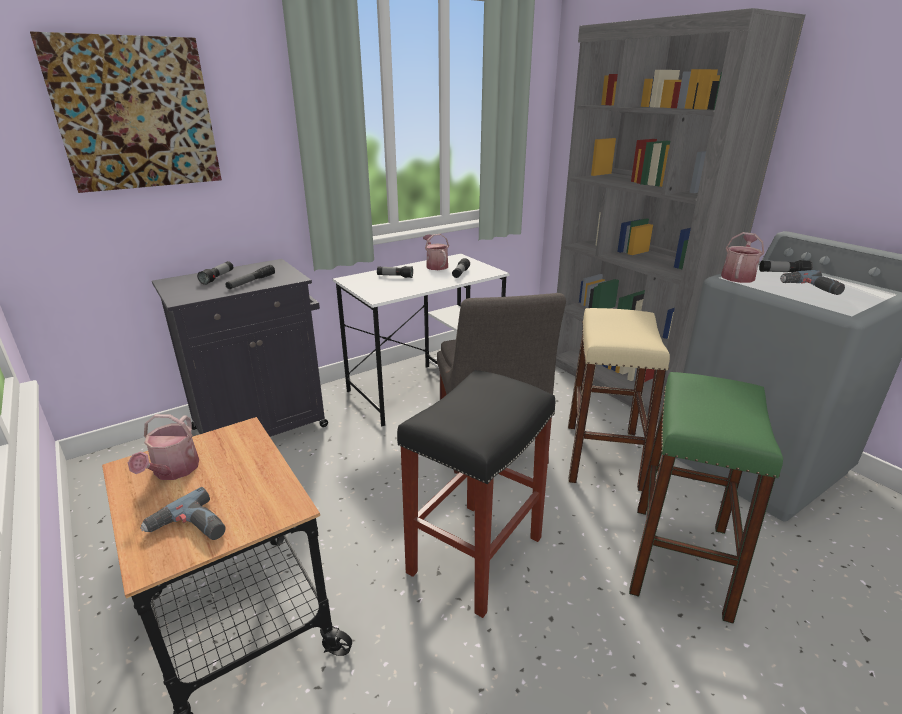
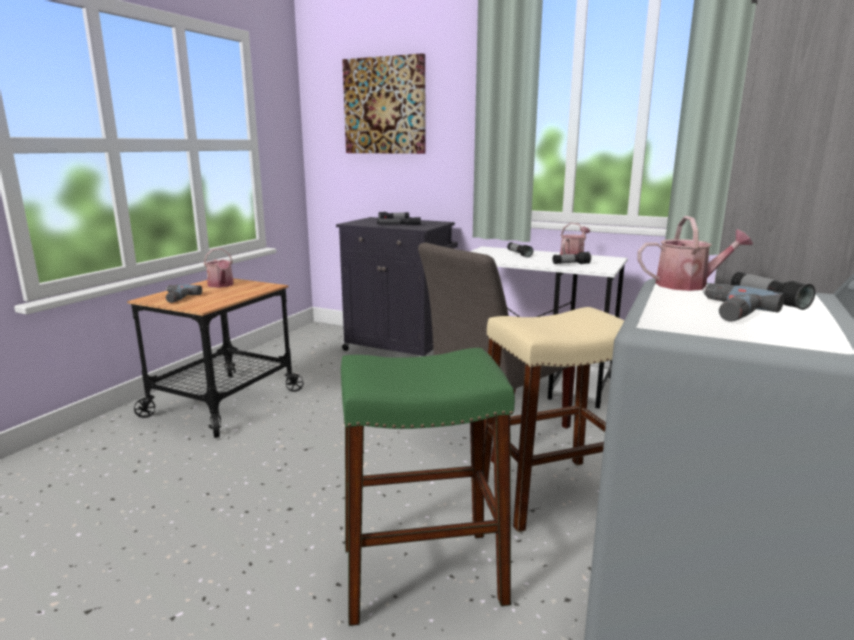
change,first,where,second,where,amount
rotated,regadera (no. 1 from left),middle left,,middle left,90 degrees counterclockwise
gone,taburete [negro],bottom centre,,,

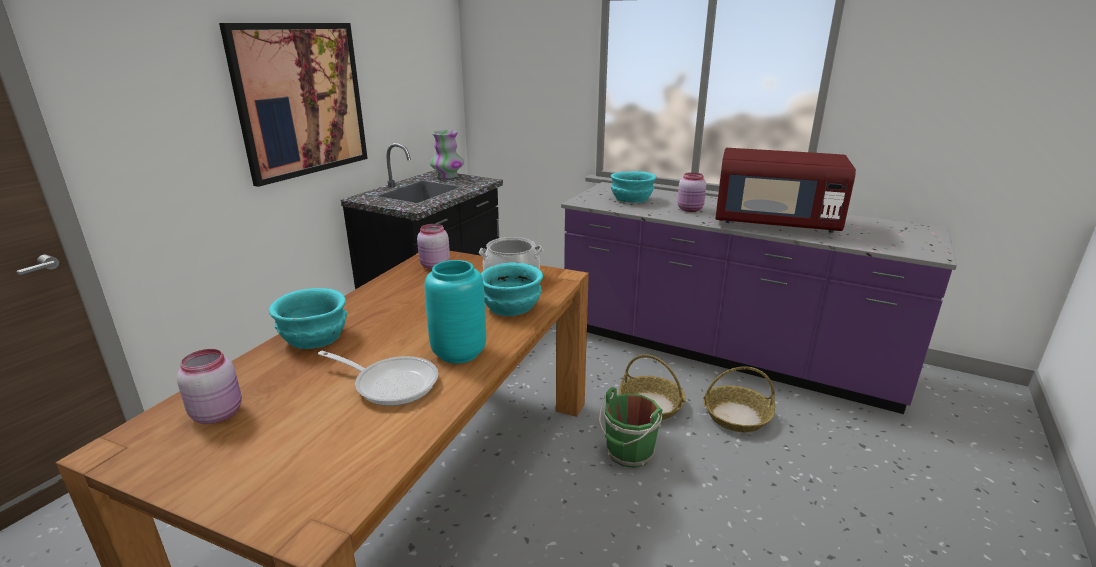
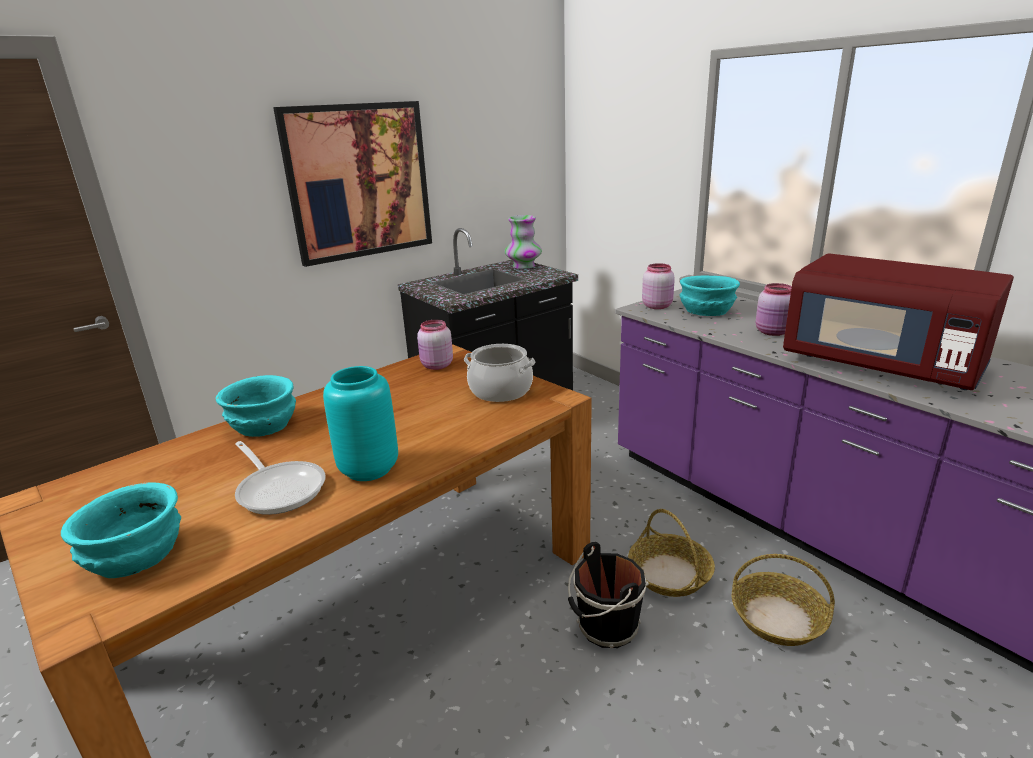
change,first,where,second,where,amount
shifted,tarro [rosa] (no. 1 from left in the first image),bottom left,tarro [rosa] (no. 2 from left),centre,
shifted,cuenco [turquesa] (no. 2 from left in the first image),centre,cuenco [turquesa] (no. 1 from left),bottom left,
repainted,cubo [verde],bottom centre,cubo [negro],bottom centre,

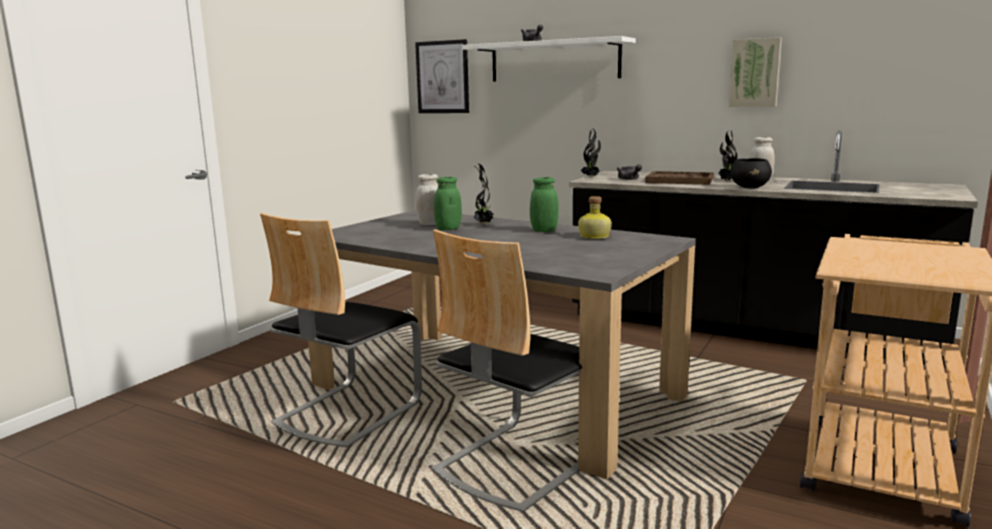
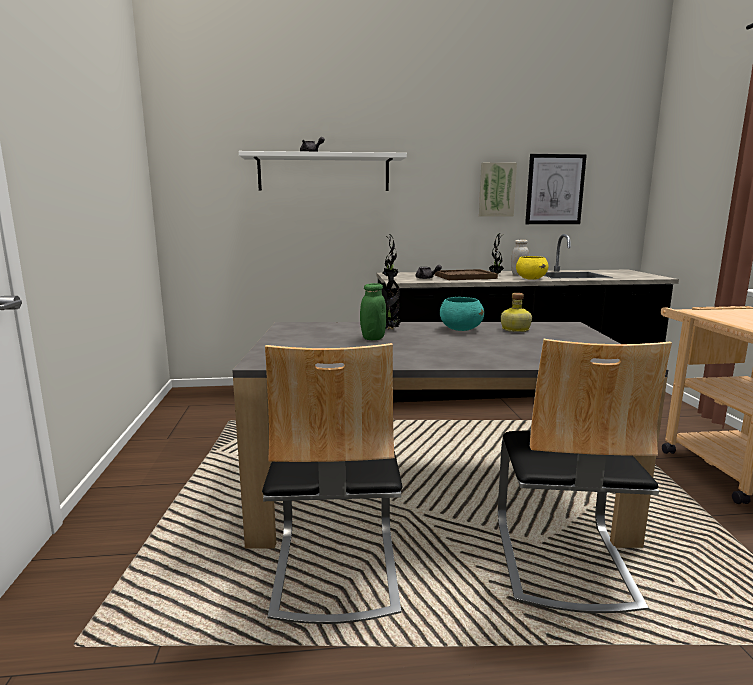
change,first,where,second,where,amount
shifted,cuadro (no. 1 from left in the first image),top centre,cuadro (no. 2 from left),top right,
gone,tarro [blanco] (no. 1 from left),centre,,,
swapped,tarro [verde] (no. 2 from left),centre,cuenco [turquesa],centre,
repainted,cuenco [negro],top right,cuenco [amarillo],middle right,

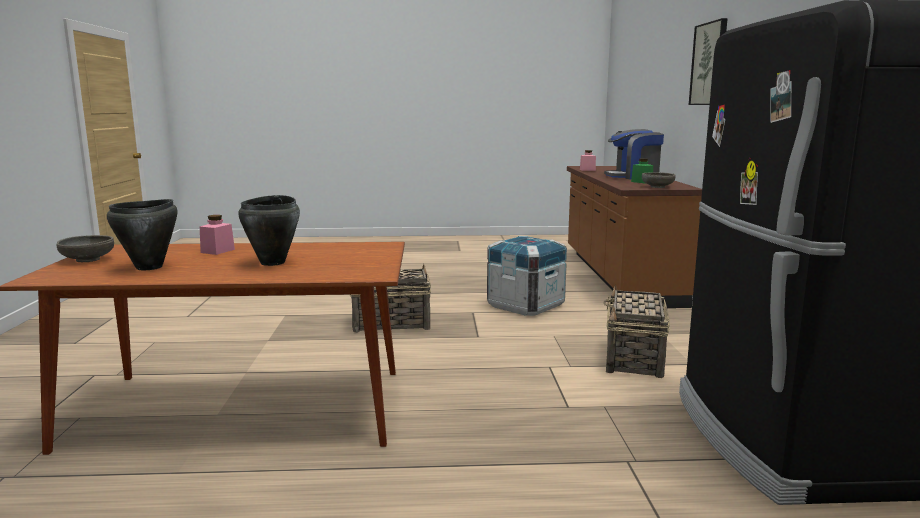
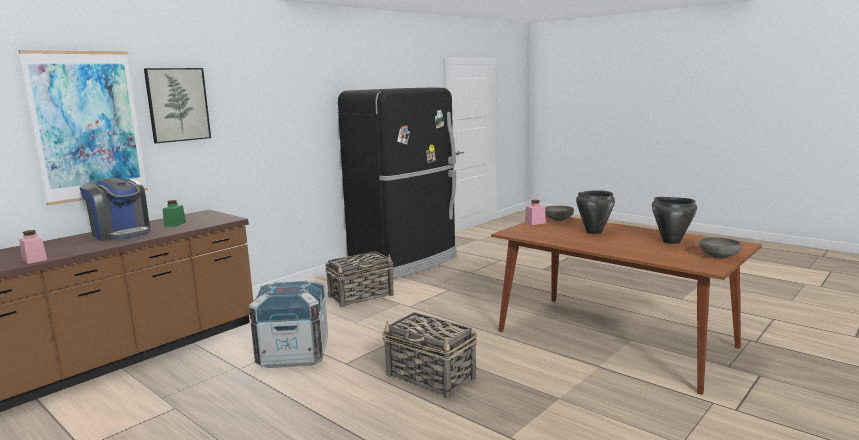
change,first,where,second,where,amount
shifted,tarro [rosa] (no. 1 from left in the first image),middle left,tarro [rosa] (no. 2 from left),centre,
shifted,cuenco [gris] (no. 2 from left in the first image),middle right,cuenco [gris] (no. 1 from left),centre,
new,,,cuadro (no. 1 from left),top left,

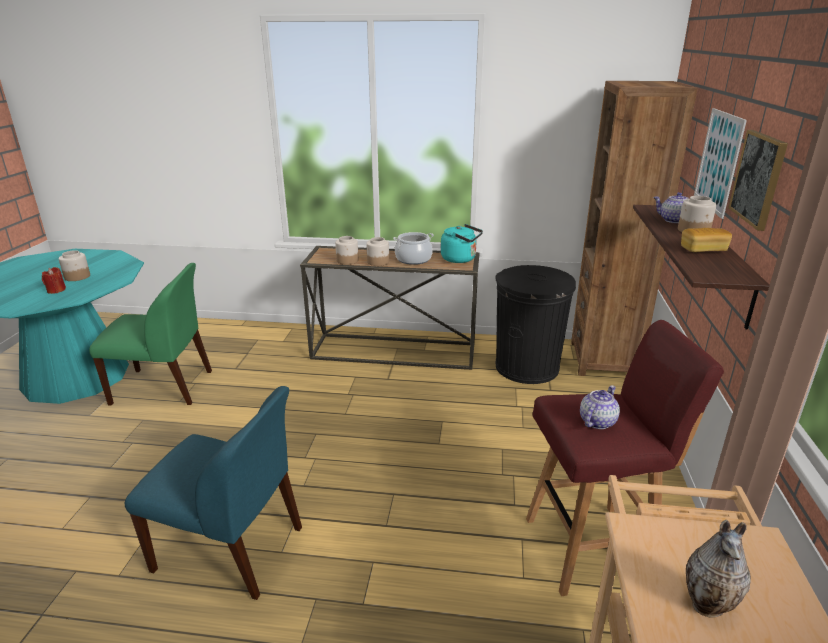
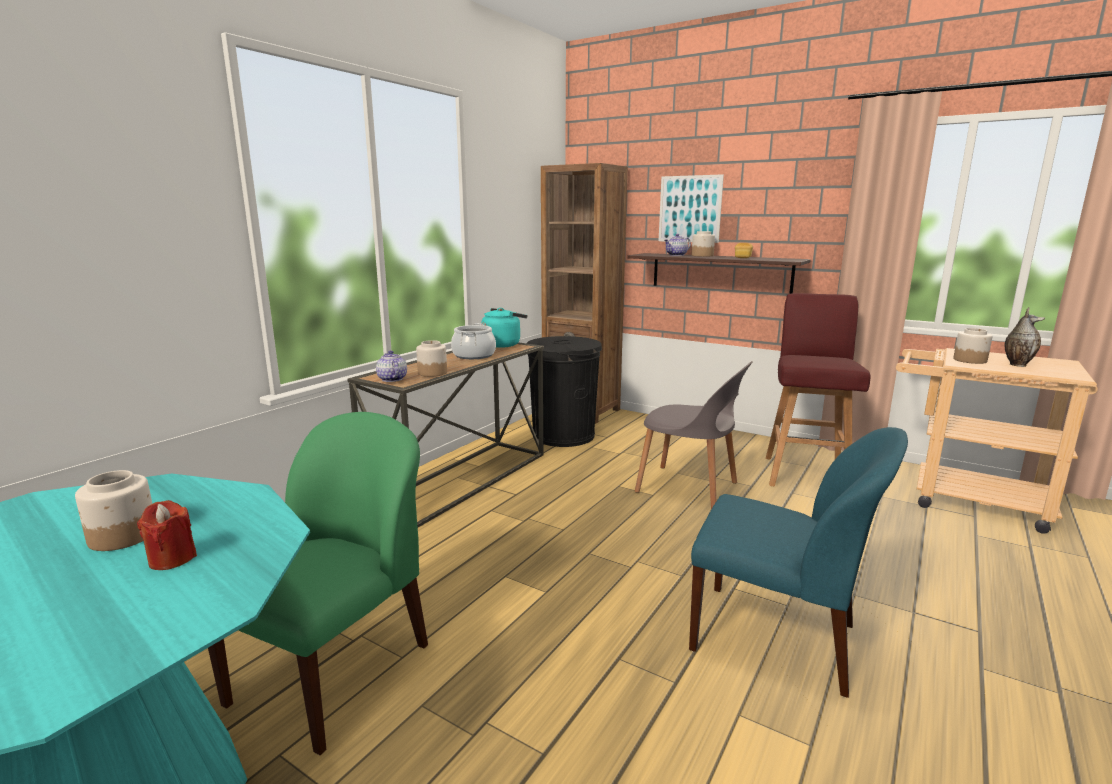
change,first,where,second,where,amount
rotated,silla [azul],bottom left,,bottom right,75 degrees clockwise
shifted,tarro (no. 3 from left in the first image),centre,tarro (no. 4 from left),middle right,
shifted,tetera (no. 1 from left),middle right,,centre,
gone,cuadro (no. 2 from left),top right,,,
new,,,silla [gris],centre,

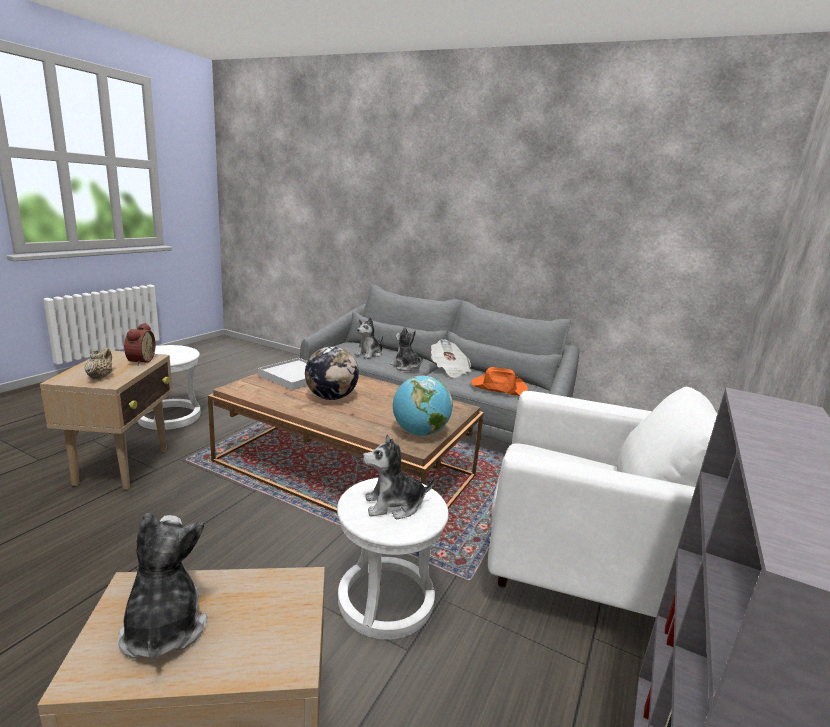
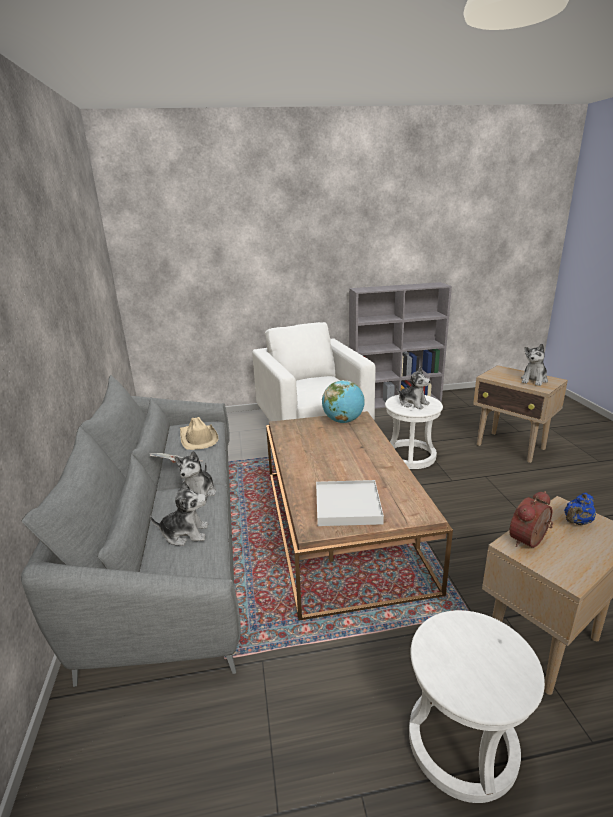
change,first,where,second,where,amount
repainted,tetera [beis],middle left,tetera [azul],middle right,
gone,globo terráqueo (no. 1 from left),centre,,,
repainted,sombrero [naranja],centre,sombrero [beis],middle left,

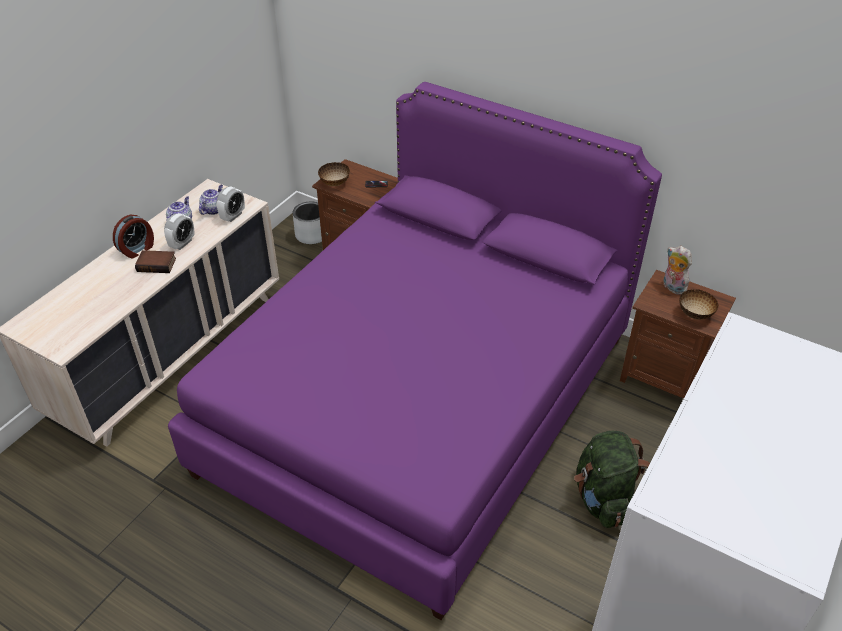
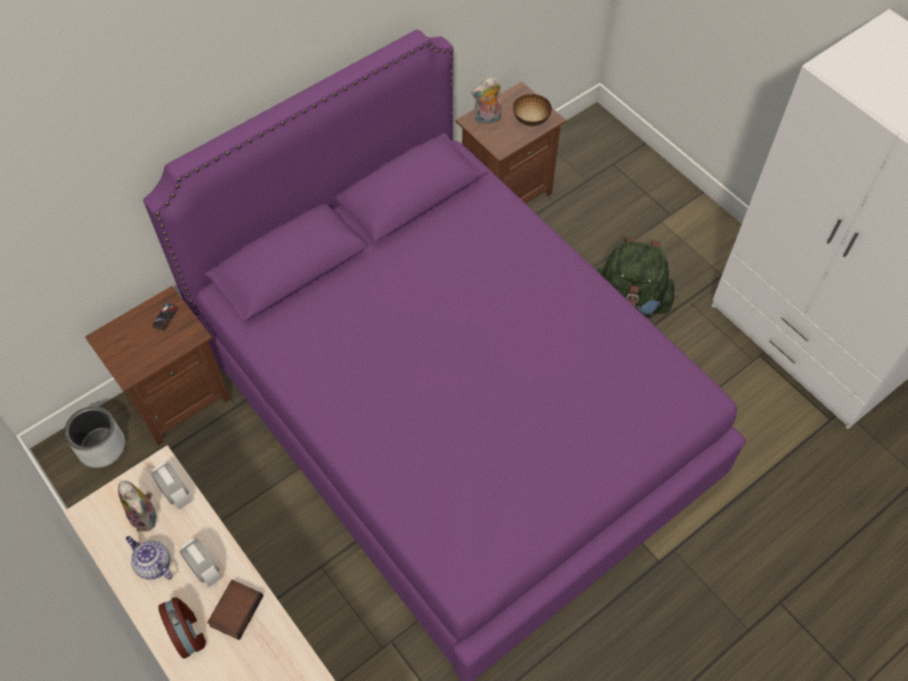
change,first,where,second,where,amount
swapped,tetera (no. 2 from left),top left,peluche (no. 1 from left),bottom left,
gone,cuenco (no. 1 from left),top centre,,,

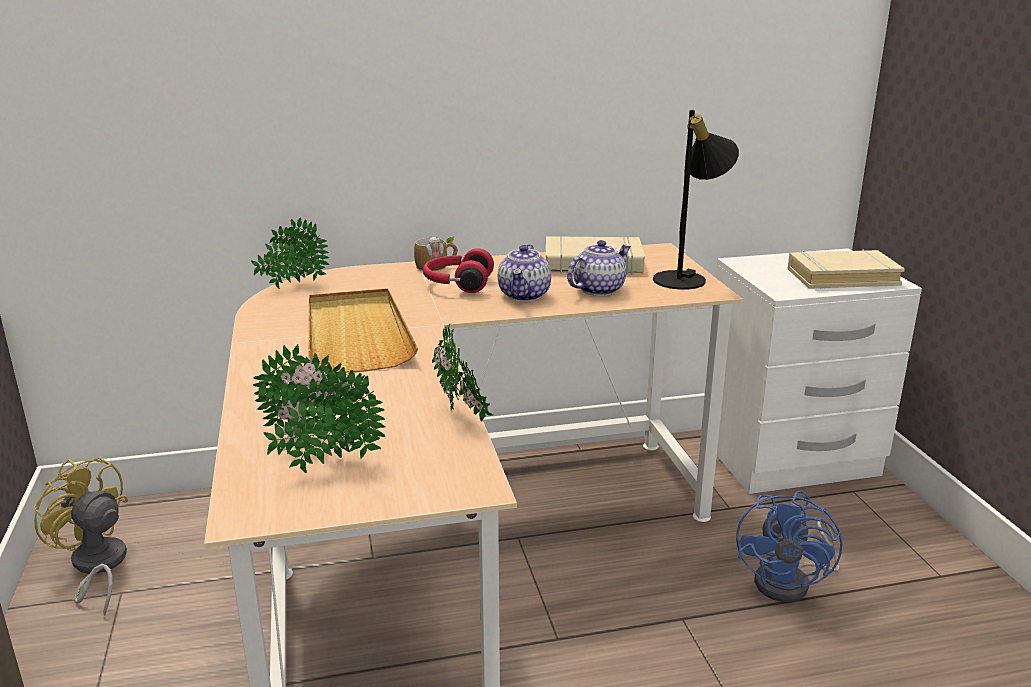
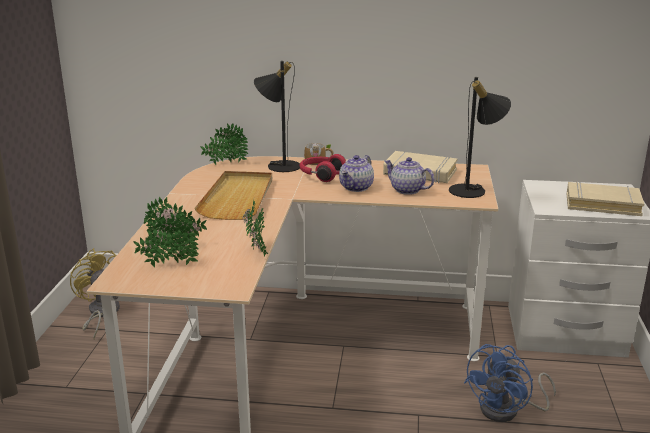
change,first,where,second,where,amount
rotated,tetera (no. 2 from left),centre,,centre,120 degrees counterclockwise
new,,,lámpara de mesa [negro] (no. 1 from left),top centre,

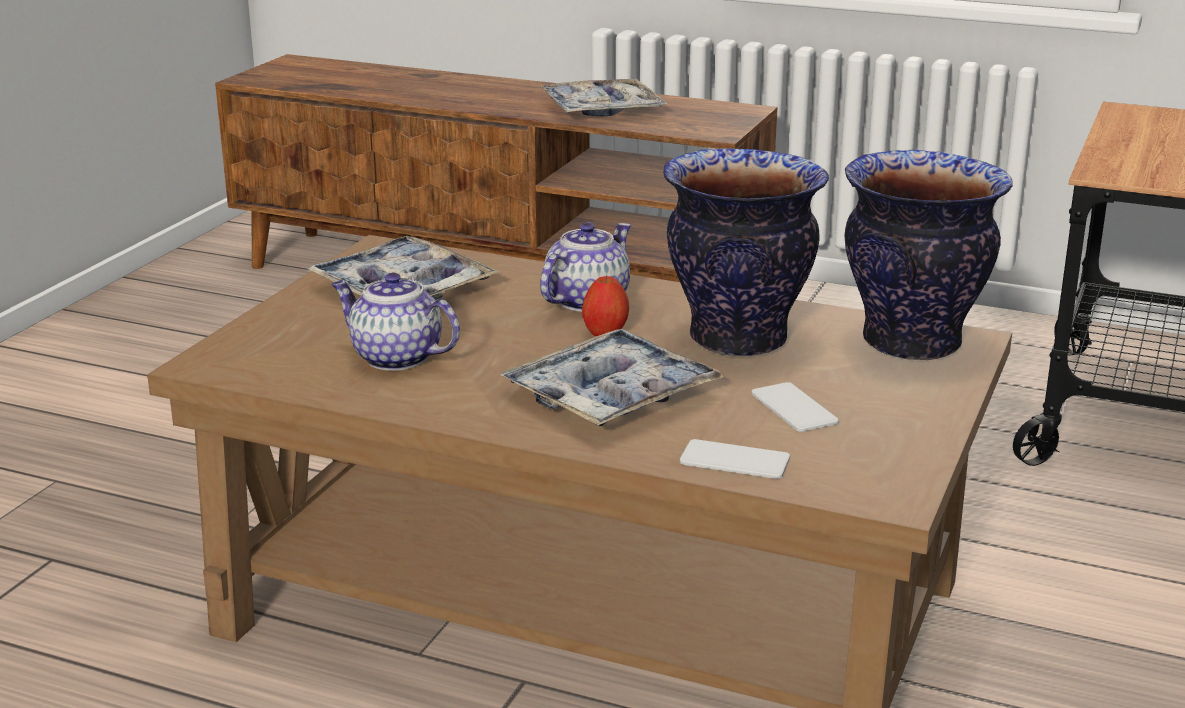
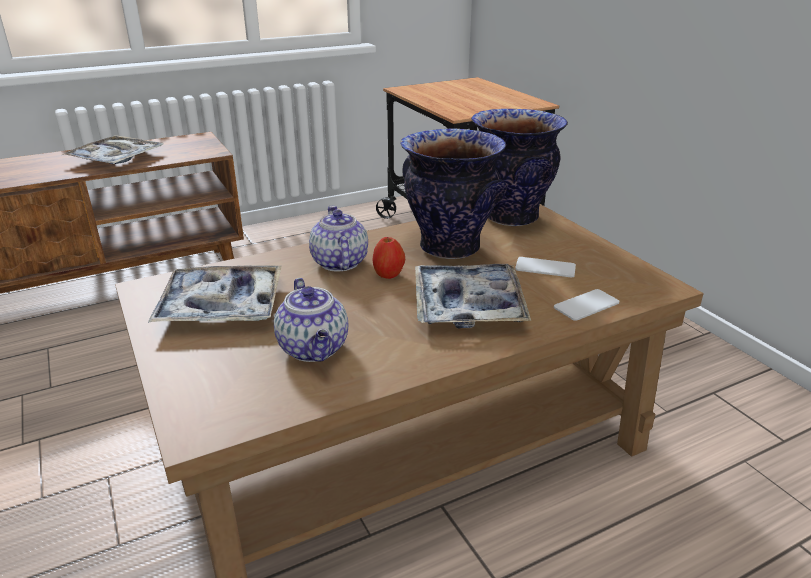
change,first,where,second,where,amount
rotated,tetera (no. 1 from left),centre,,centre,90 degrees counterclockwise

